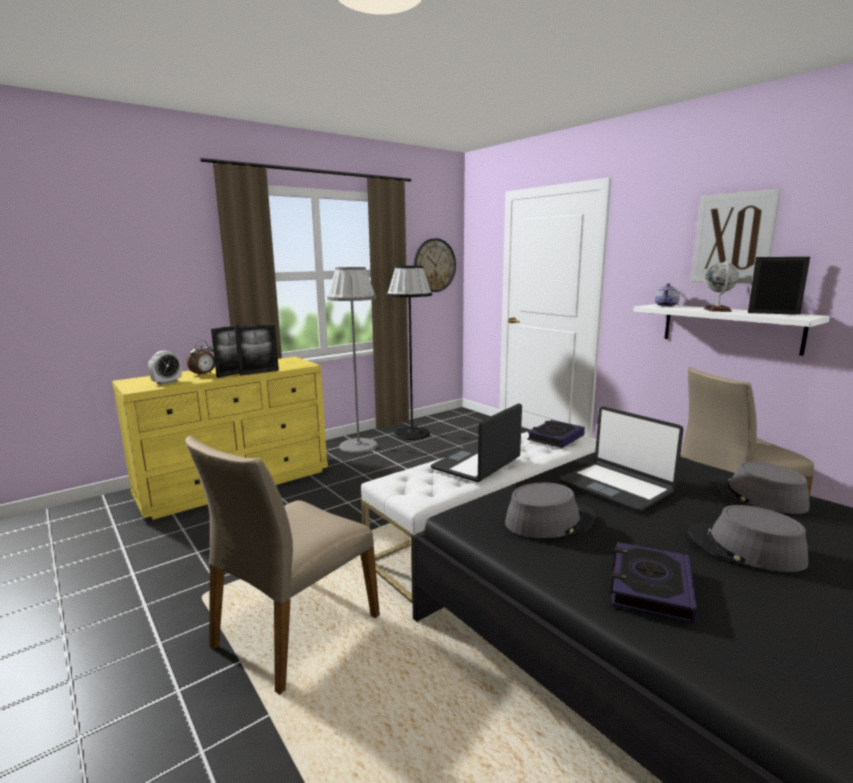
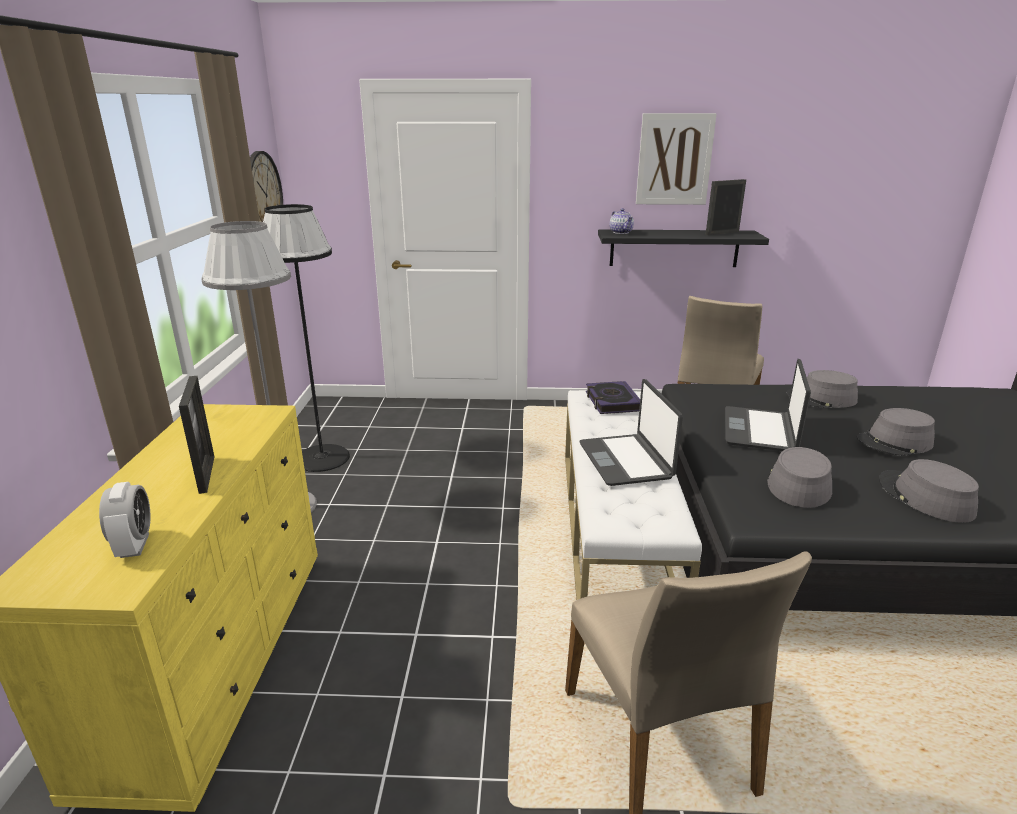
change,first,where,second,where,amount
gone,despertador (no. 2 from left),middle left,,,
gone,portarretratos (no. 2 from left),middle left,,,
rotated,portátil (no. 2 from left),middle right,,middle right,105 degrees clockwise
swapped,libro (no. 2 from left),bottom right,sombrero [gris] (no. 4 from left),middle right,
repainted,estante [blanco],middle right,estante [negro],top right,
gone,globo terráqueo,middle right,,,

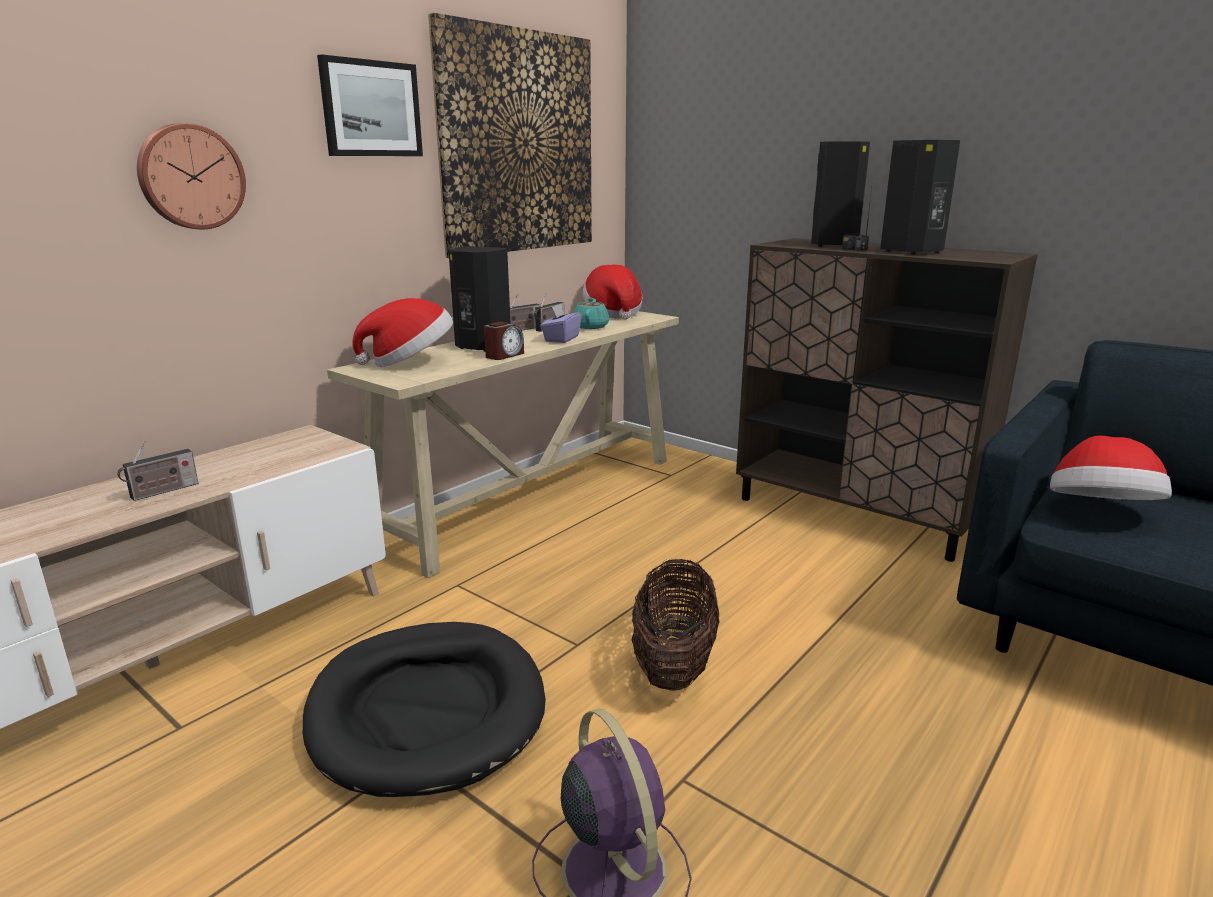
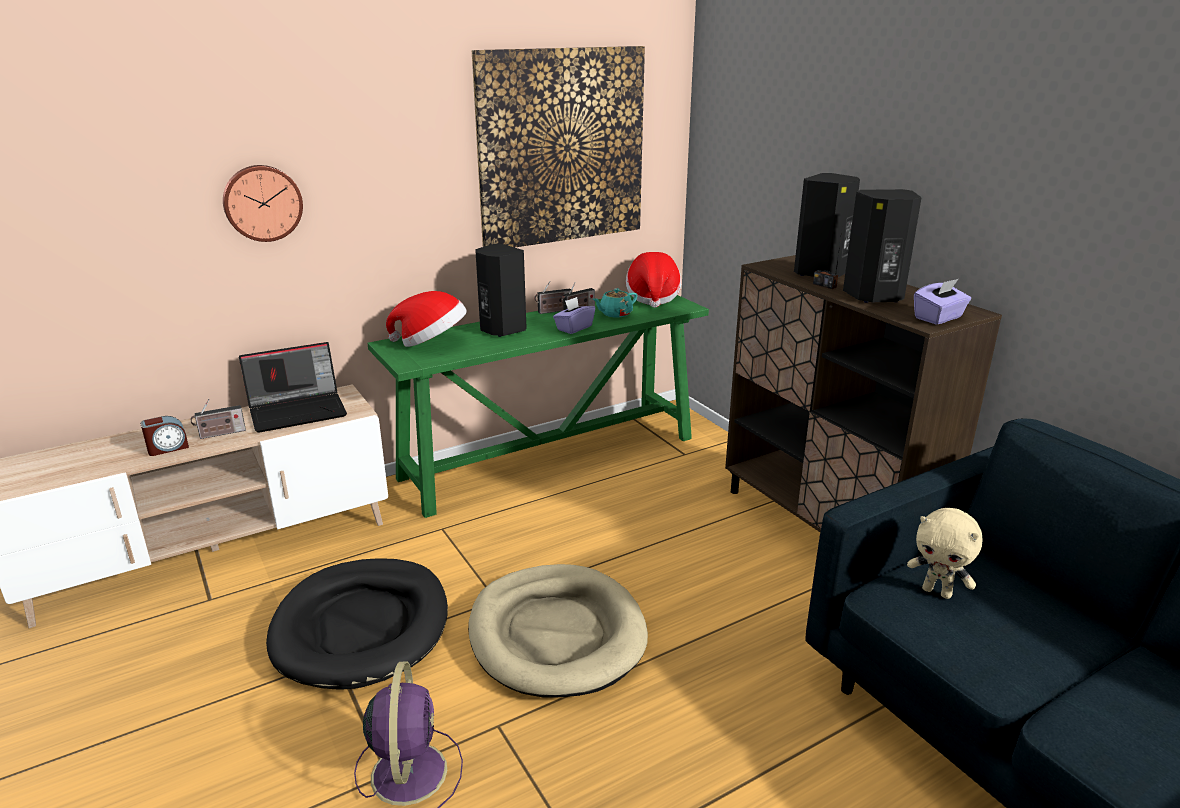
change,first,where,second,where,amount
gone,cuadro (no. 1 from left),top left,,,
repainted,mesa consola [beis],centre,mesa consola [verde],centre,
shifted,despertador,centre,,middle left,
rotated,tetera [turquesa],centre,,centre,150 degrees counterclockwise
swapped,cesta,bottom centre,cama para perro [beis],bottom centre,
swapped,sombrero (no. 3 from left),middle right,peluche [beis],bottom right,
new,,,portátil,middle left,
new,,,caja de pañuelos [morado] (no. 2 from left),middle right,

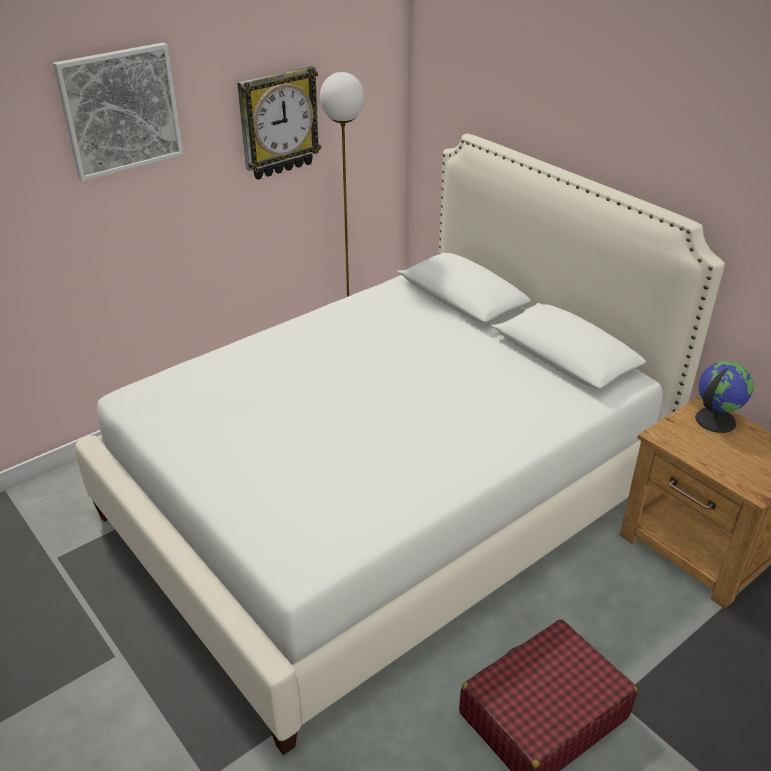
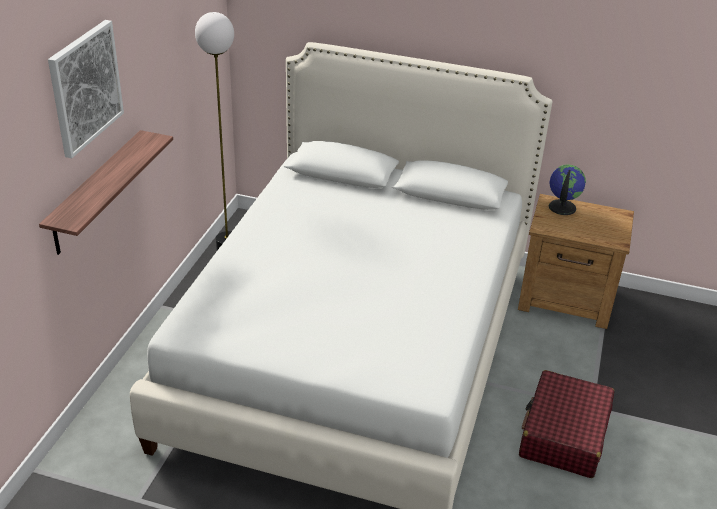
change,first,where,second,where,amount
gone,reloj de pared,top centre,,,
new,,,estante,middle left,

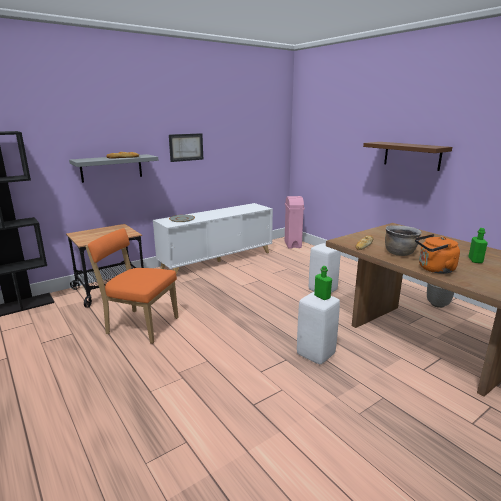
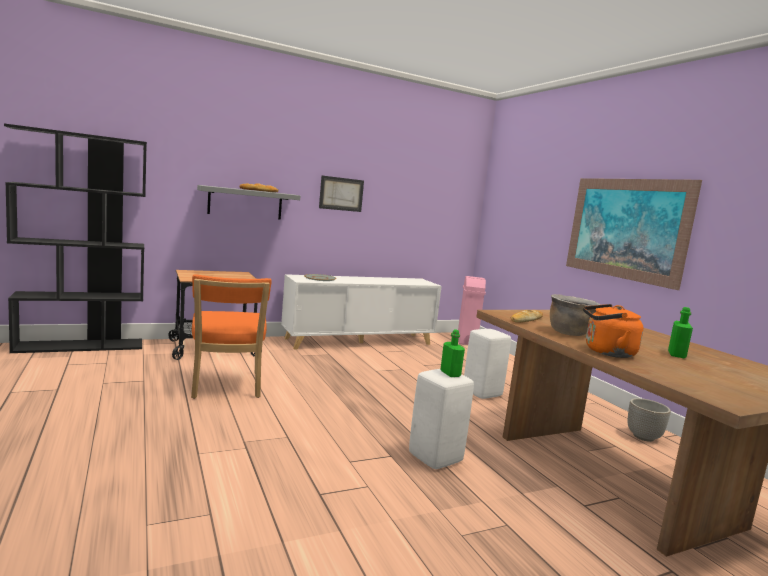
change,first,where,second,where,amount
rotated,silla [naranja],middle left,,middle left,135 degrees counterclockwise
swapped,estante [marrón],top right,cuadro (no. 2 from left),middle right,

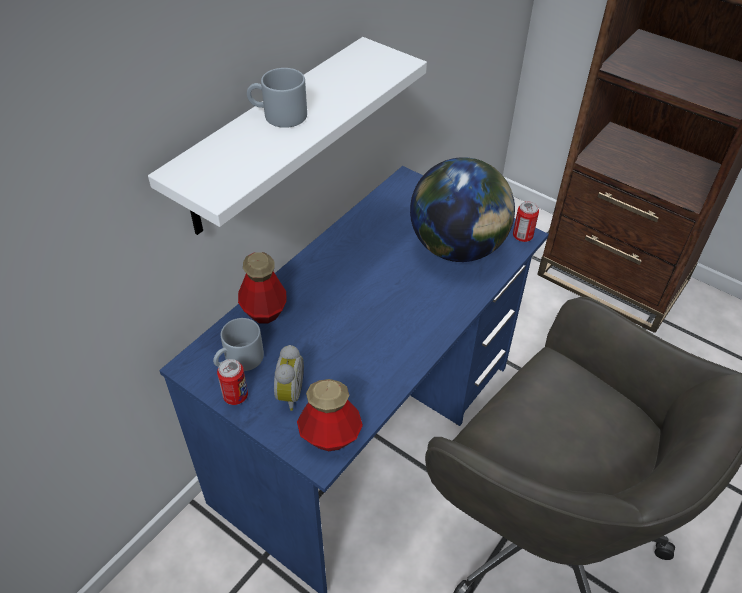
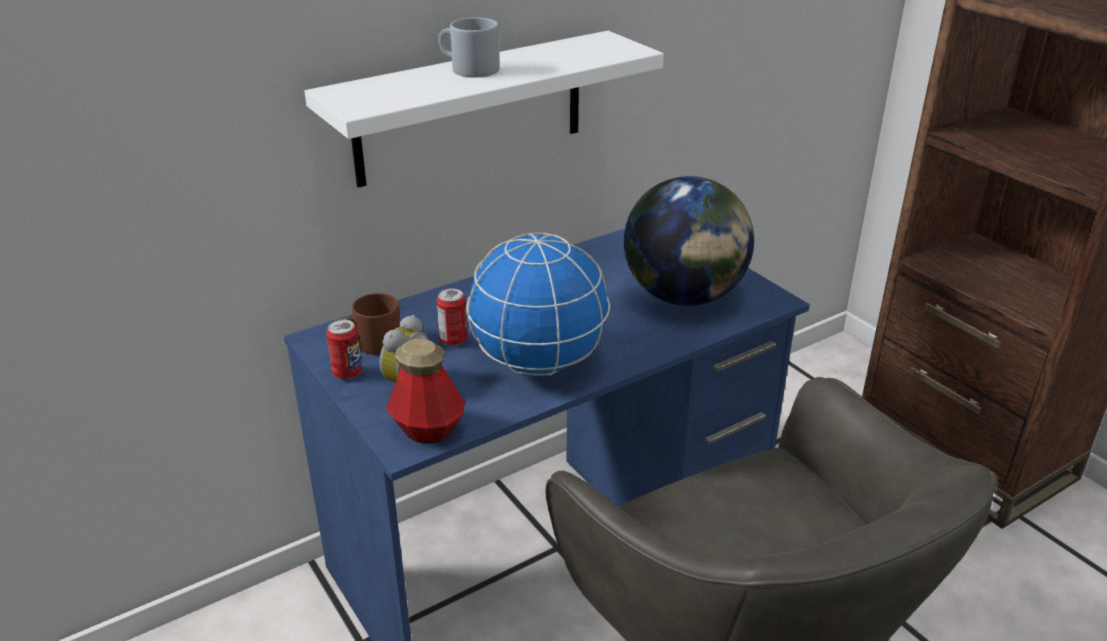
change,first,where,second,where,amount
repainted,taza grande [gris] (no. 1 from left),middle left,taza grande [marrón],centre,
gone,botella (no. 1 from left),centre,,,
shifted,lata (no. 2 from left),middle right,,centre,
new,,,globo terráqueo (no. 1 from left),centre,

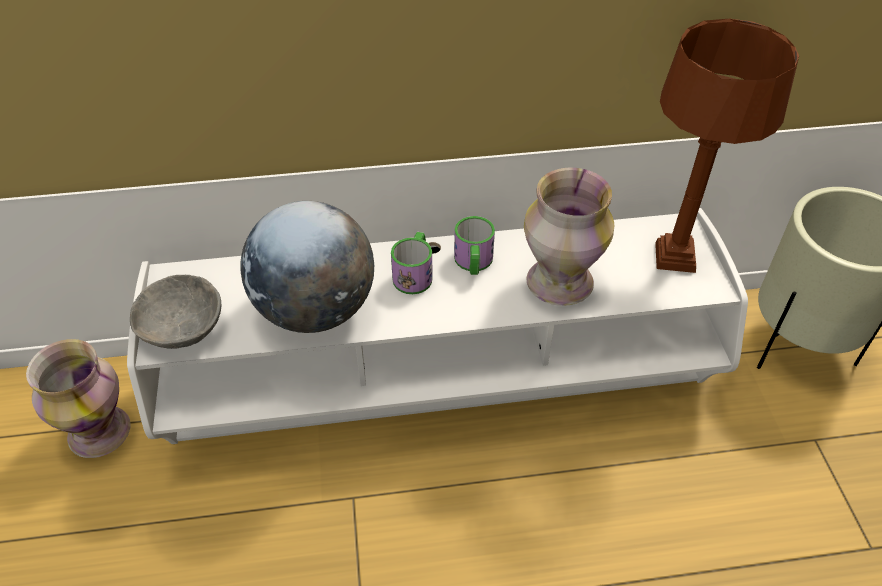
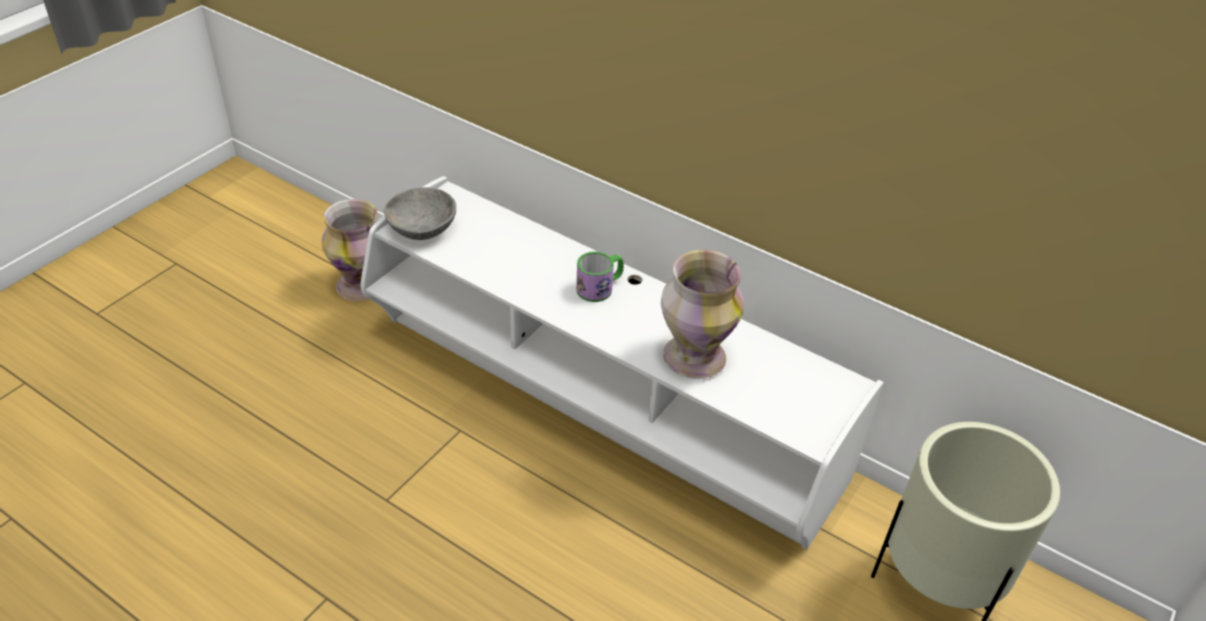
change,first,where,second,where,amount
gone,globo terráqueo,centre,,,
gone,taza grande (no. 2 from left),centre,,,
gone,lámpara de mesa [marrón],top right,,,

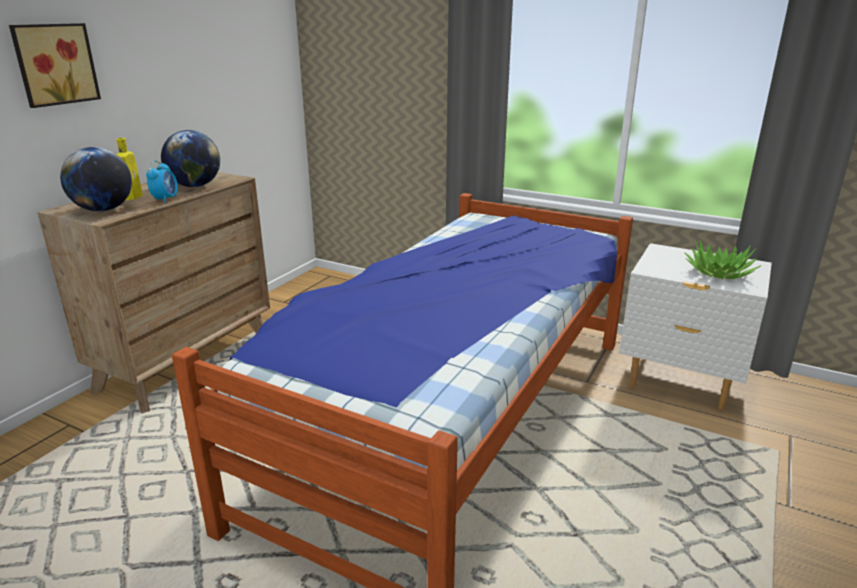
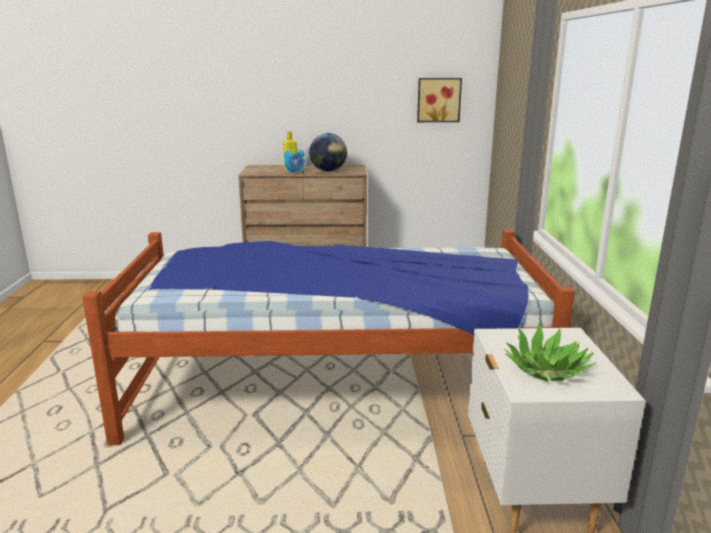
change,first,where,second,where,amount
shifted,cuadro,top left,,top centre,
gone,globo terráqueo (no. 1 from left),top left,,,

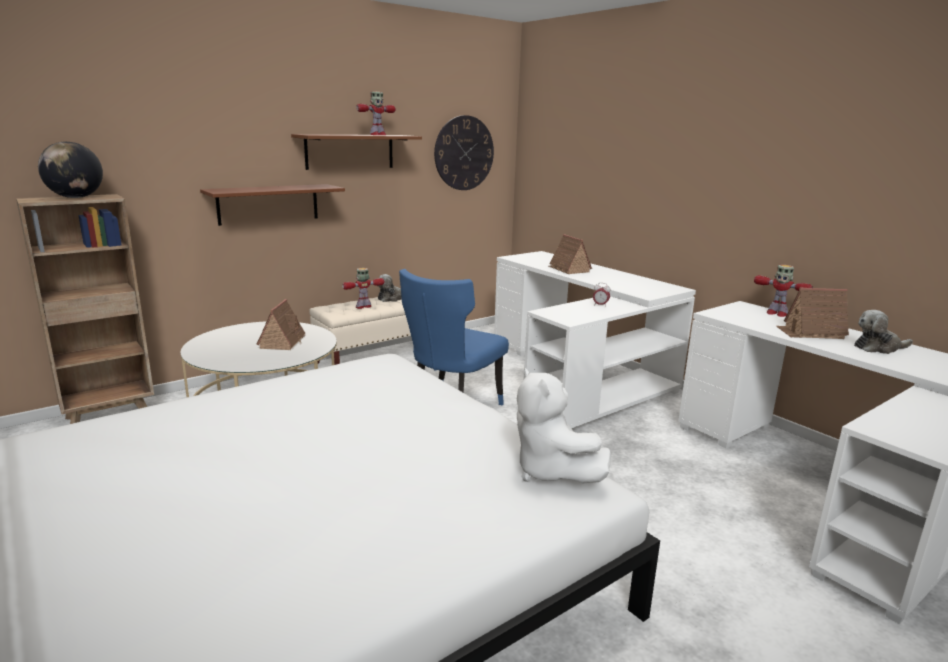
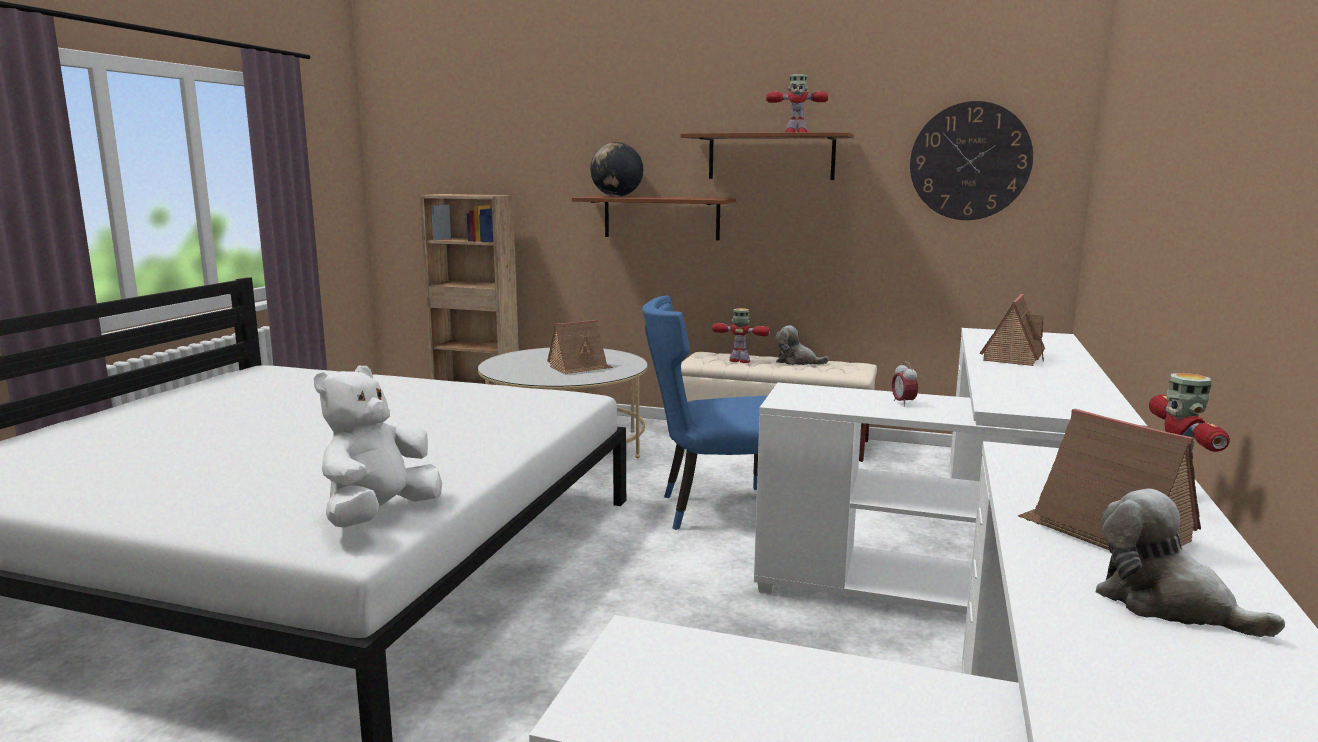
change,first,where,second,where,amount
shifted,globo terráqueo,top left,,top centre,

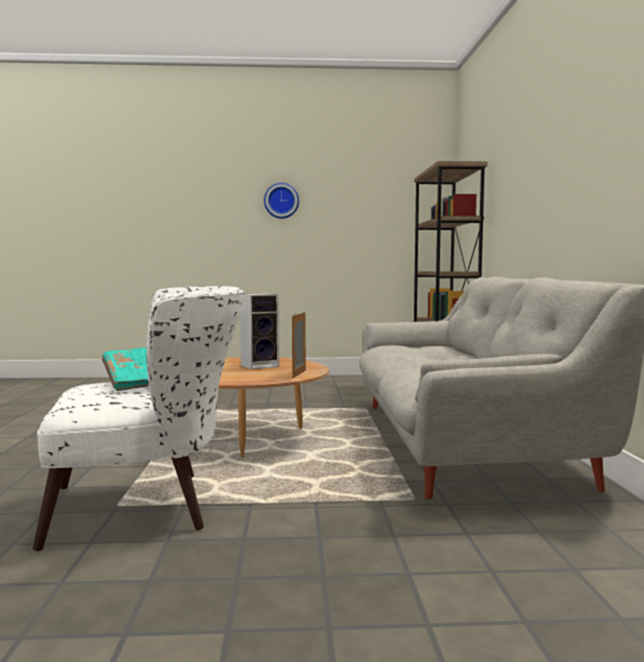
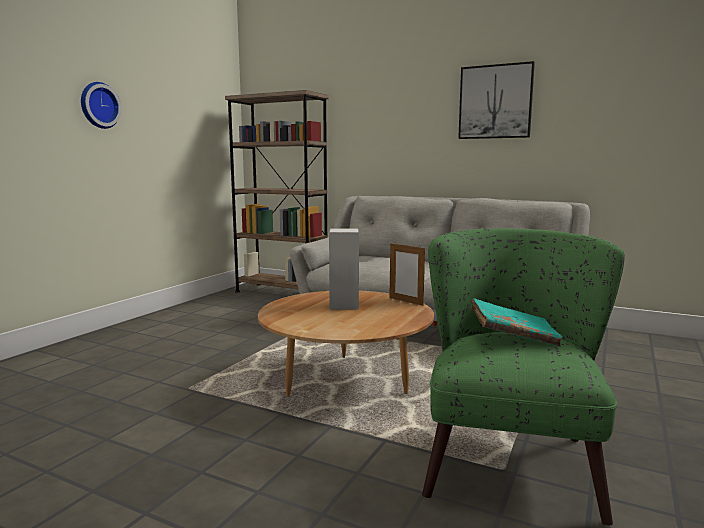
change,first,where,second,where,amount
repainted,sillón [blanco],middle left,sillón [verde],bottom right,
new,,,cuadro,top right,

